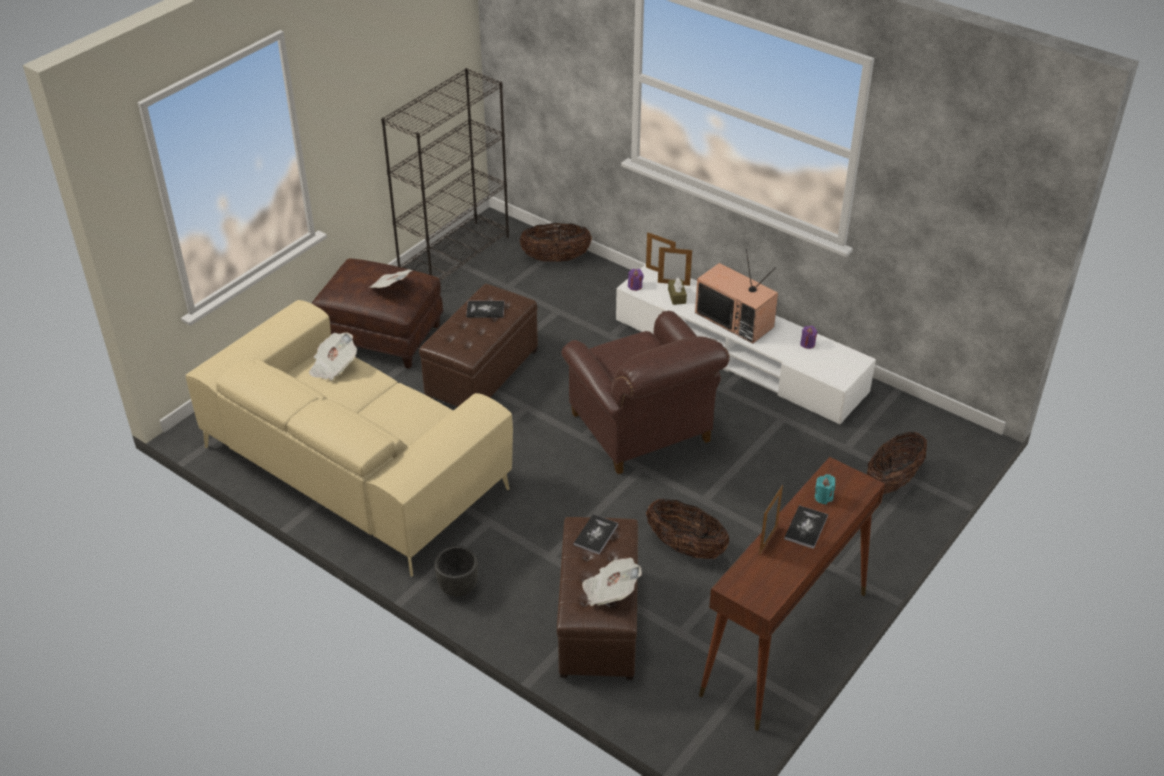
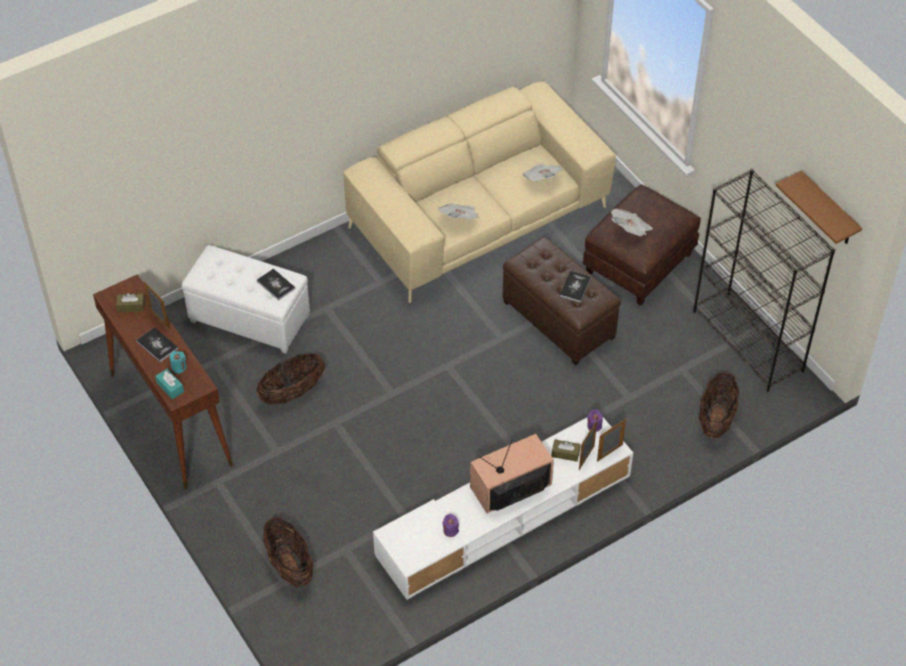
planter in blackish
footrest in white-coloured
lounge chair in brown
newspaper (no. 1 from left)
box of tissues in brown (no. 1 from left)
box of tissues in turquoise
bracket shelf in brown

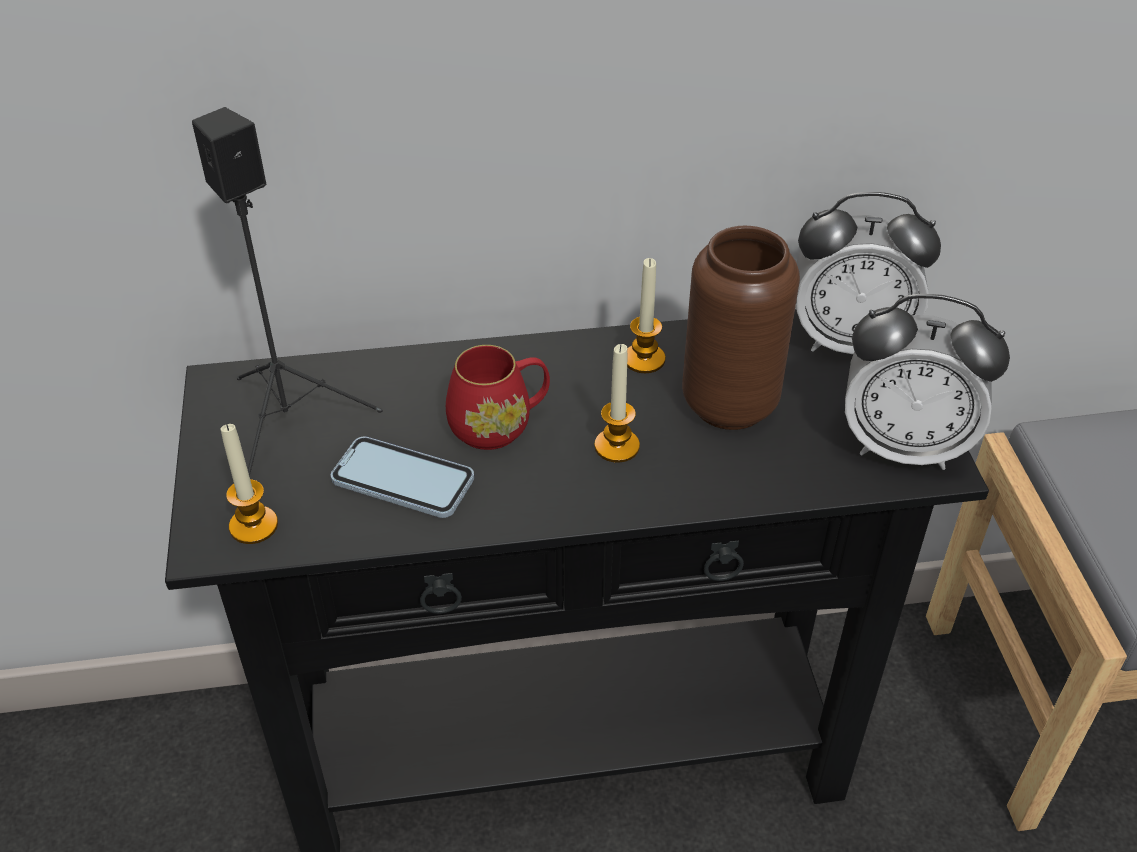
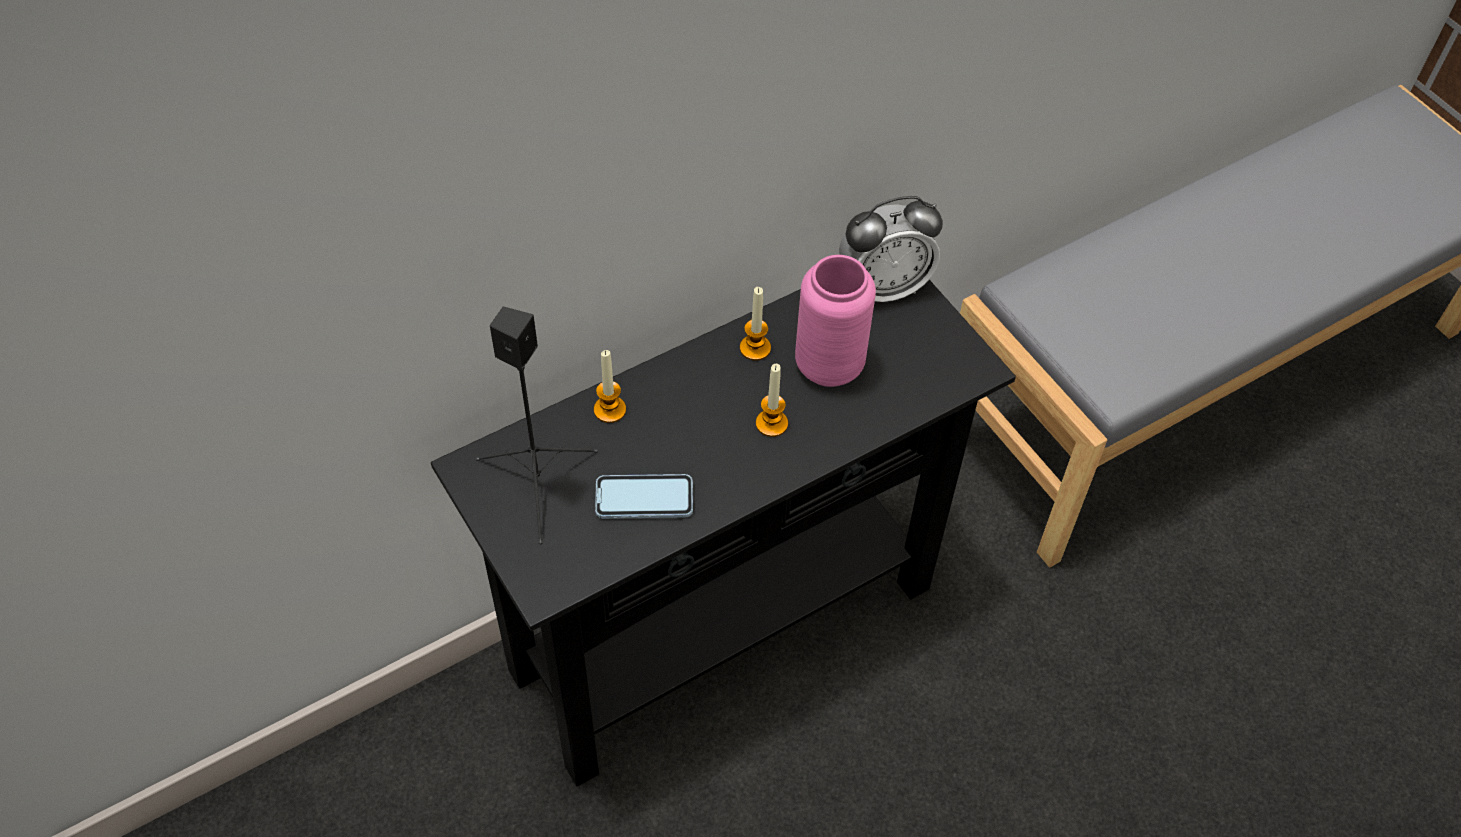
wax candle (no. 1 from left)
coffee mug in red
vase in pink-coloured
bedside clock (no. 2 from left in the first image)

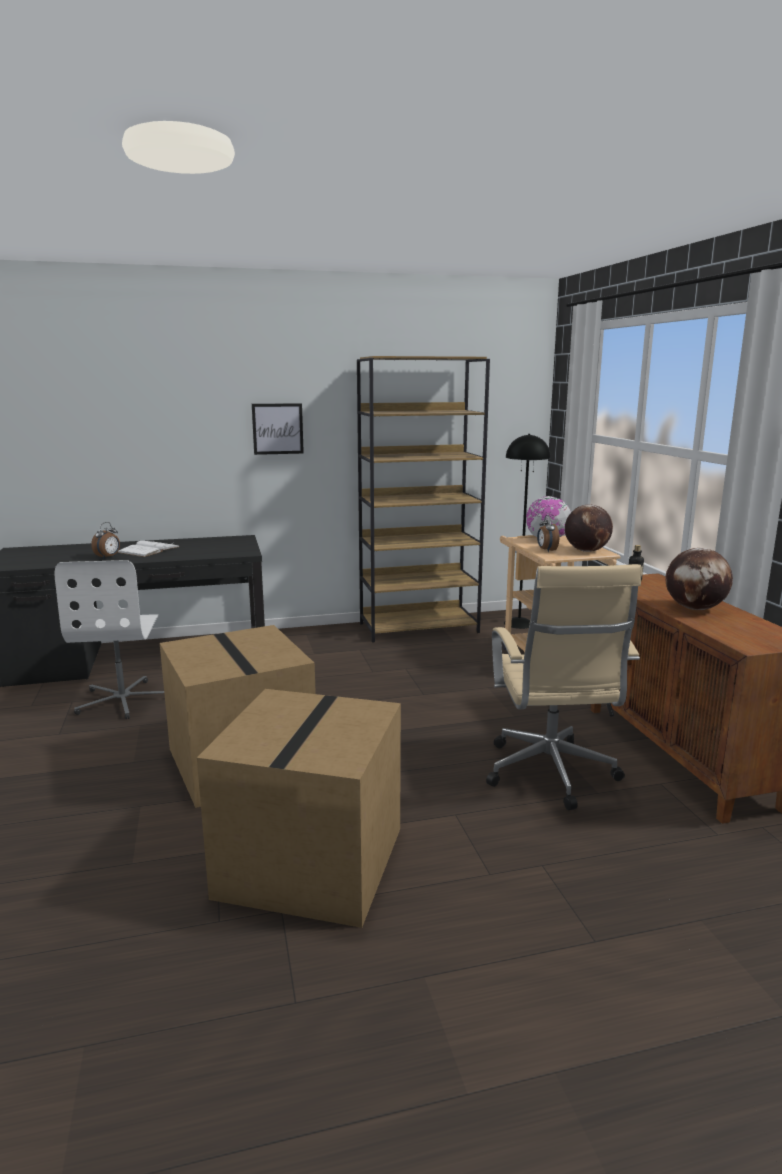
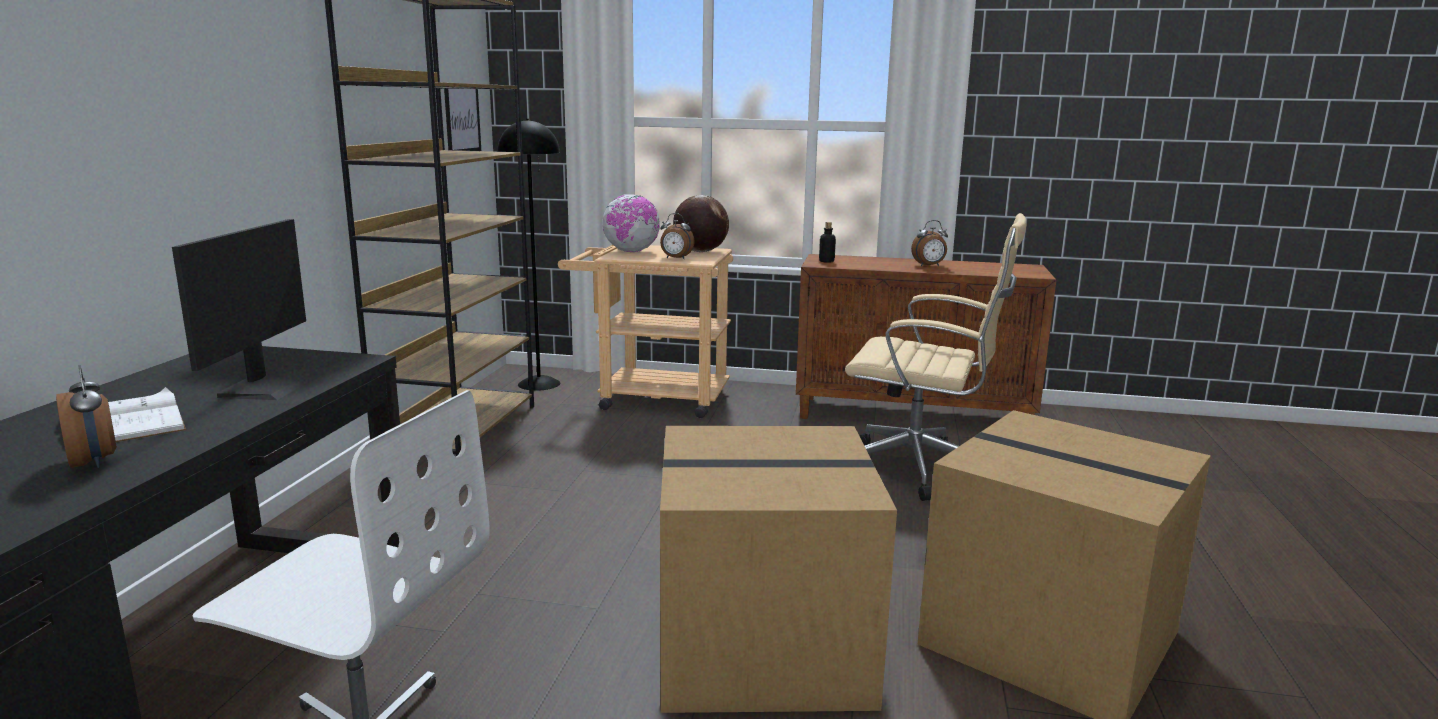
picture
bedside clock (no. 3 from left)
computer screen

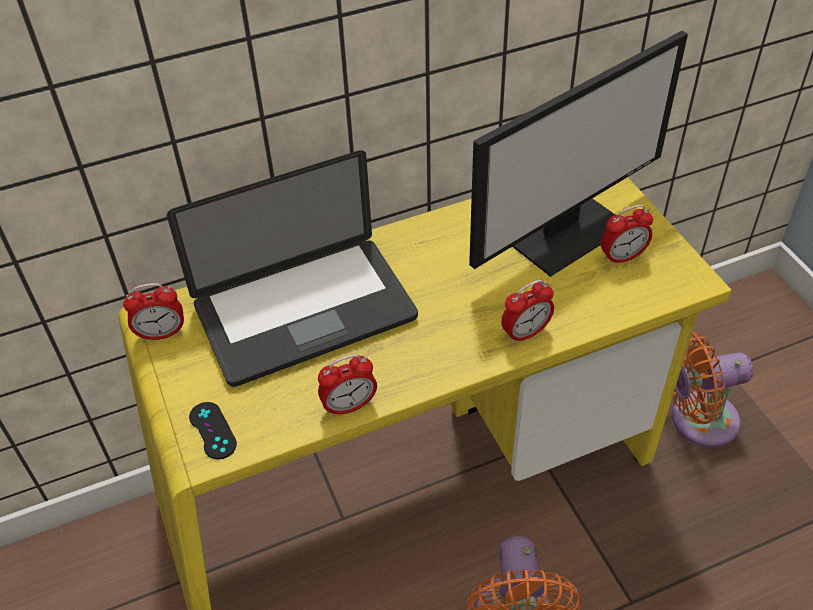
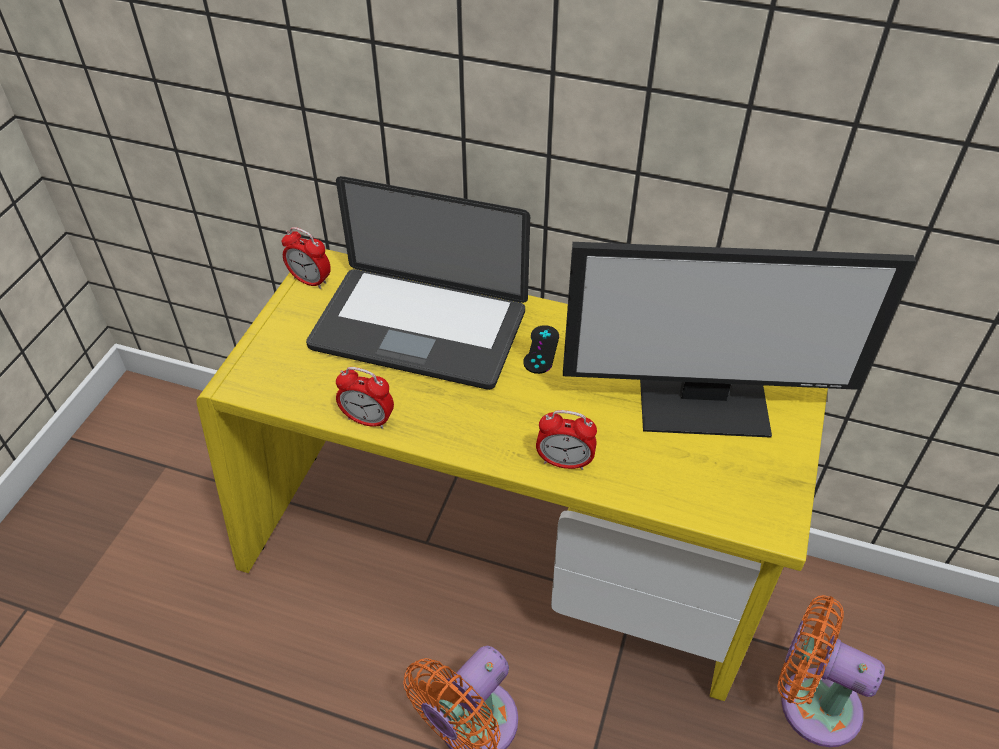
gamepad in blackish
bedside clock (no. 4 from left in the first image)

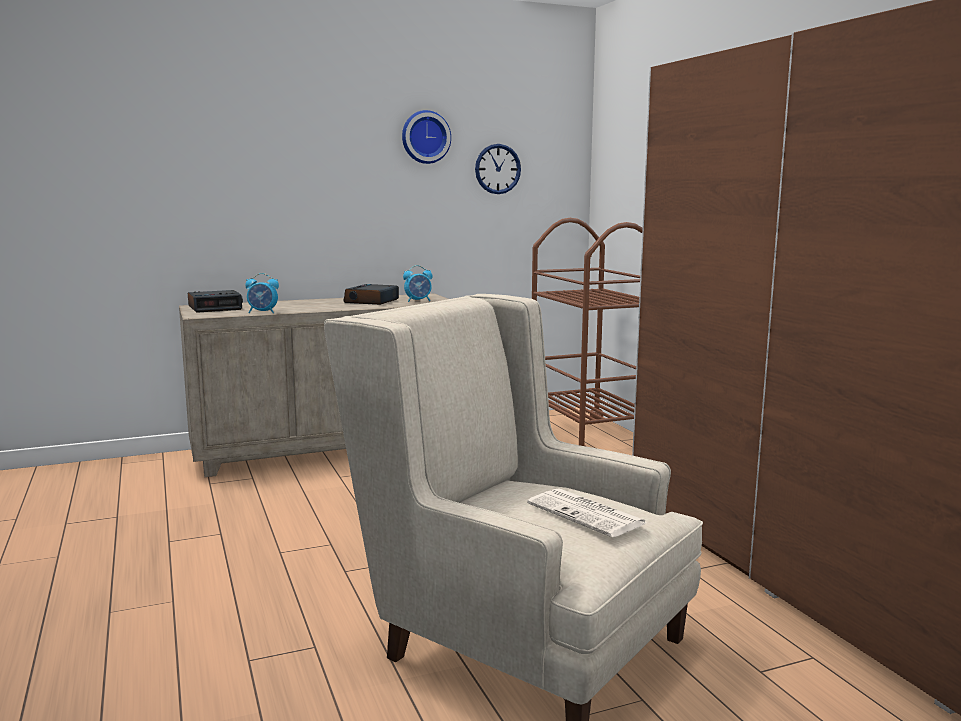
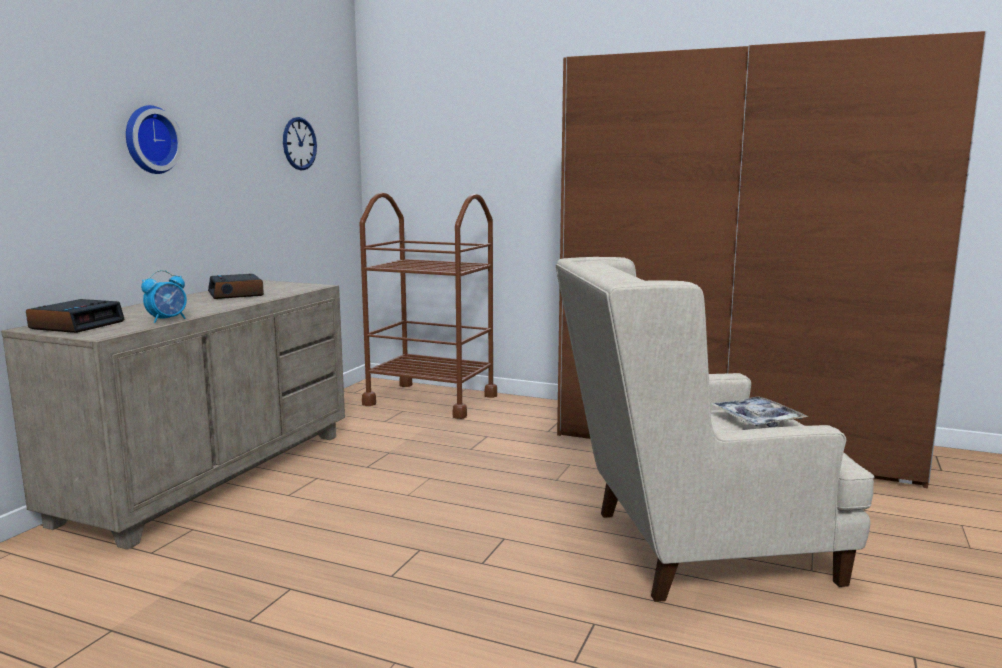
wall clock (no. 1 from left)
bedside clock (no. 4 from left in the first image)
carrying tray

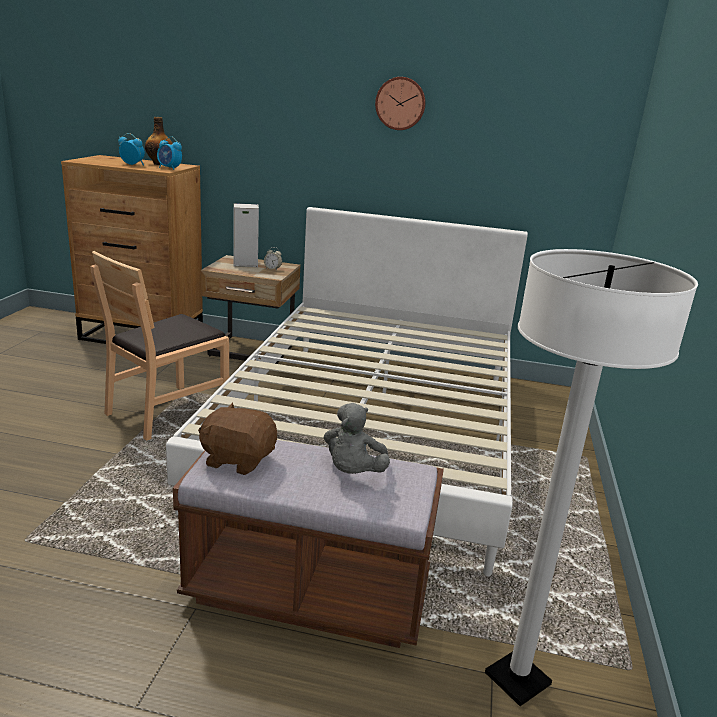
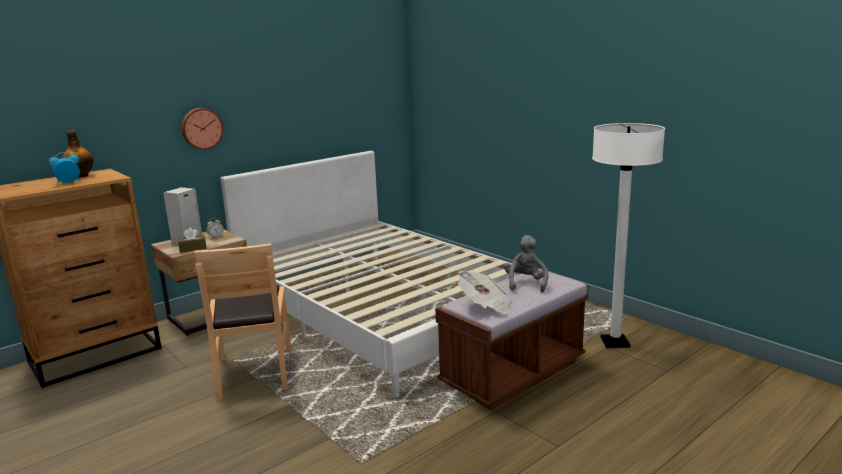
bedside clock (no. 2 from left in the first image)
newspaper
cuddly toy in gray
wall clock
box of tissues in brown

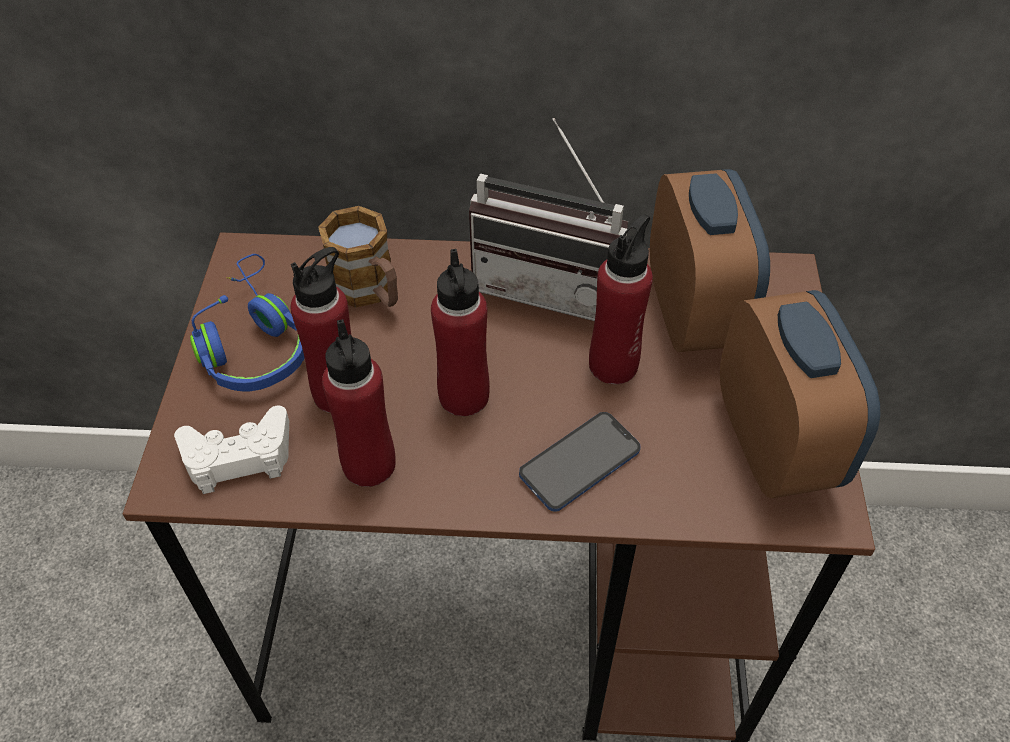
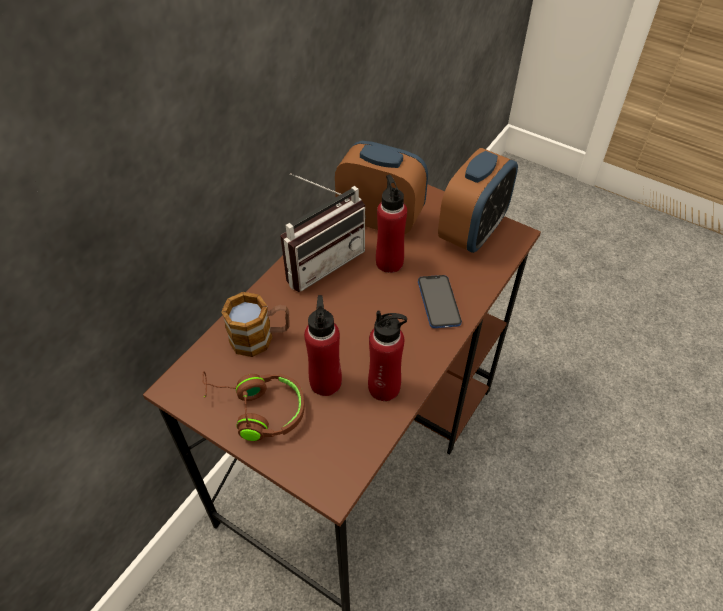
gamepad in white-coloured
headset in brown
bottle in red (no. 3 from left in the first image)
bedside clock (no. 2 from left)

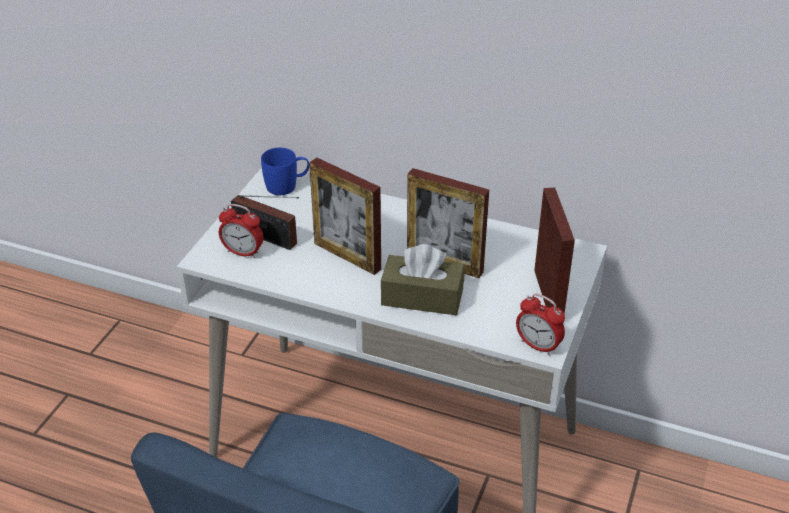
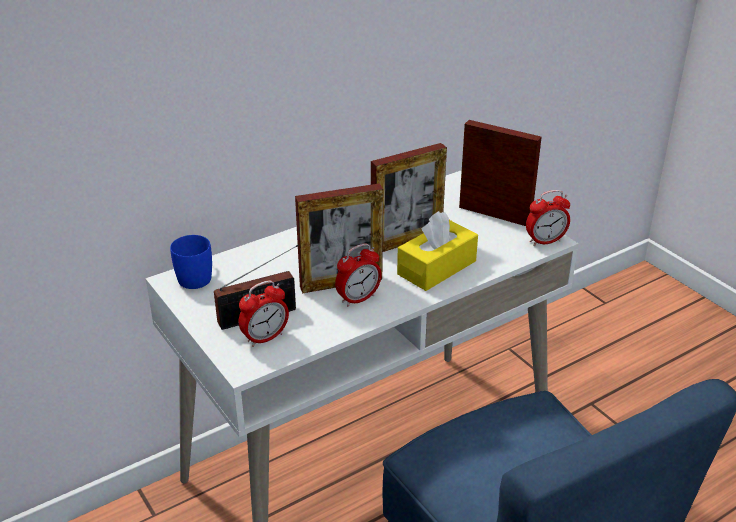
box of tissues in yellow
bedside clock (no. 2 from left)

